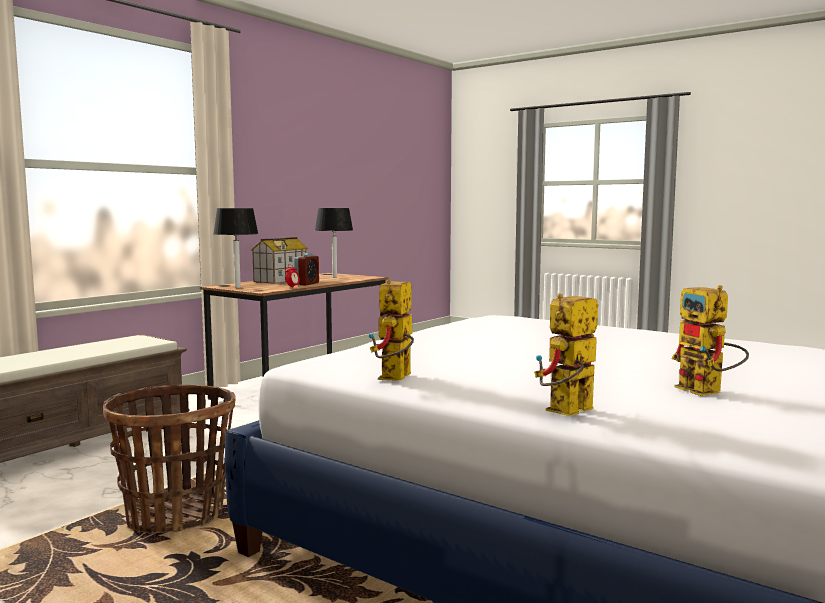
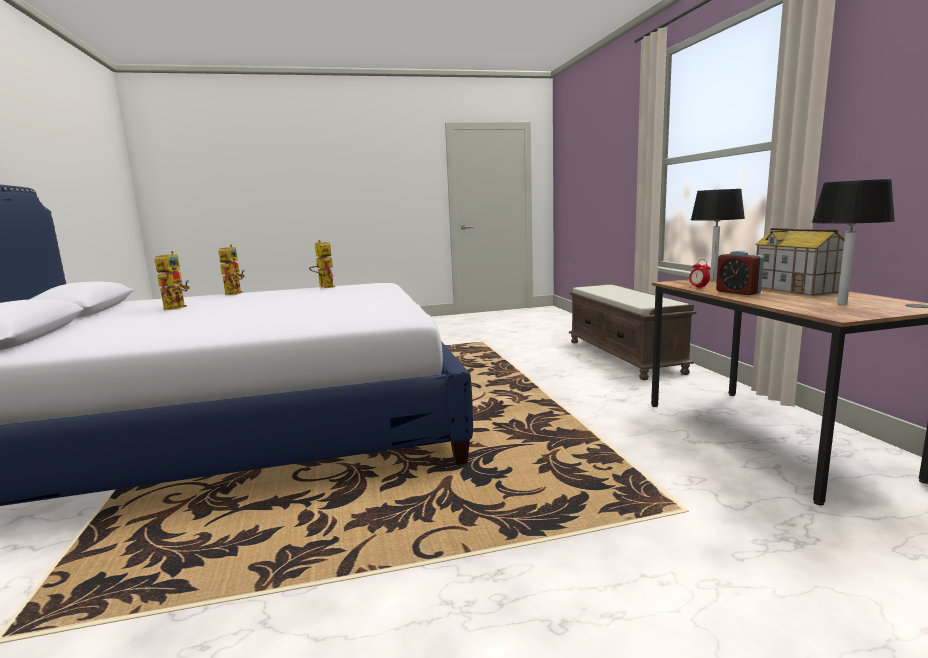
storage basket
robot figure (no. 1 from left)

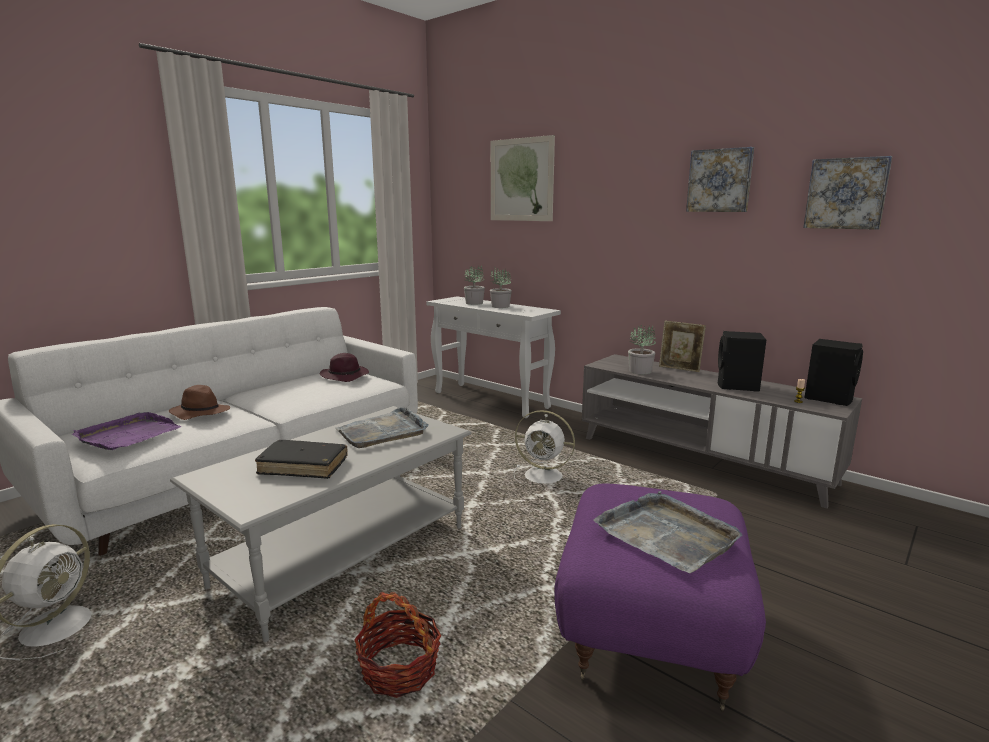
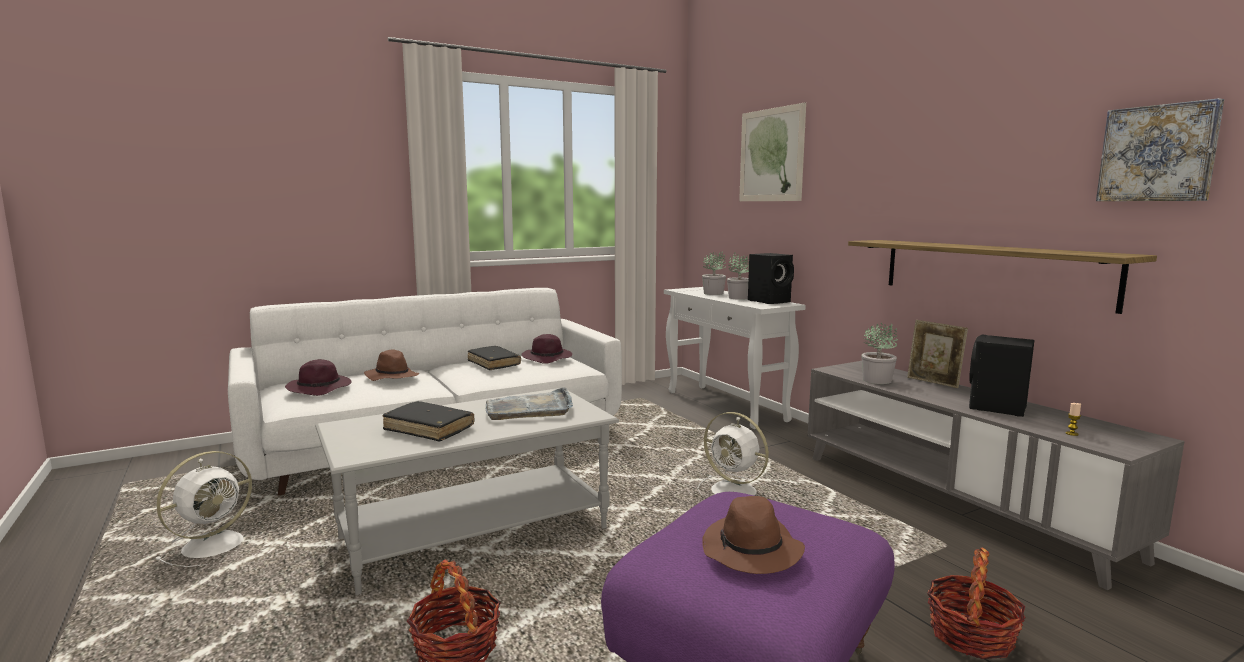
hat in purplish (no. 1 from left)
hat in brown (no. 2 from left)
picture (no. 2 from left in the first image)
speaker in blackish (no. 1 from left)
bound book in blackish (no. 2 from left)
bracket shelf
storage basket (no. 2 from left)

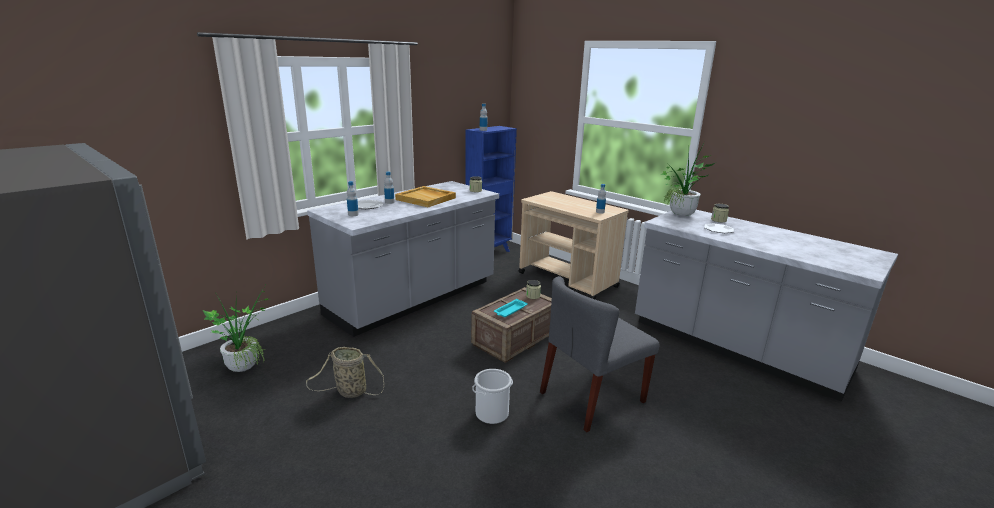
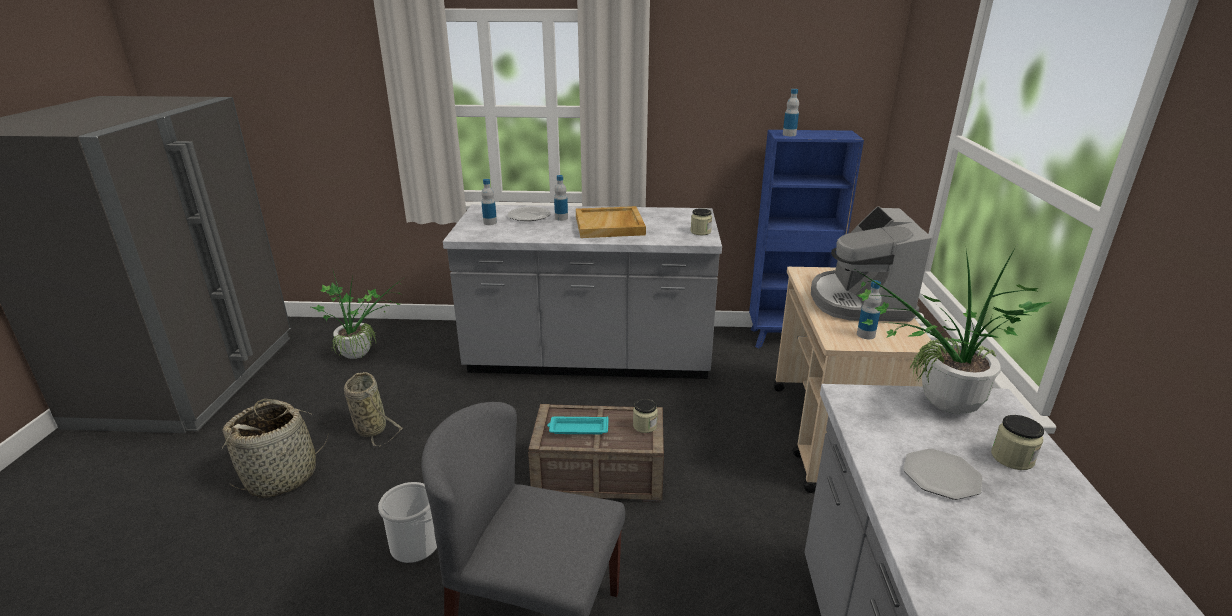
storage basket (no. 1 from left)
coffee brewer

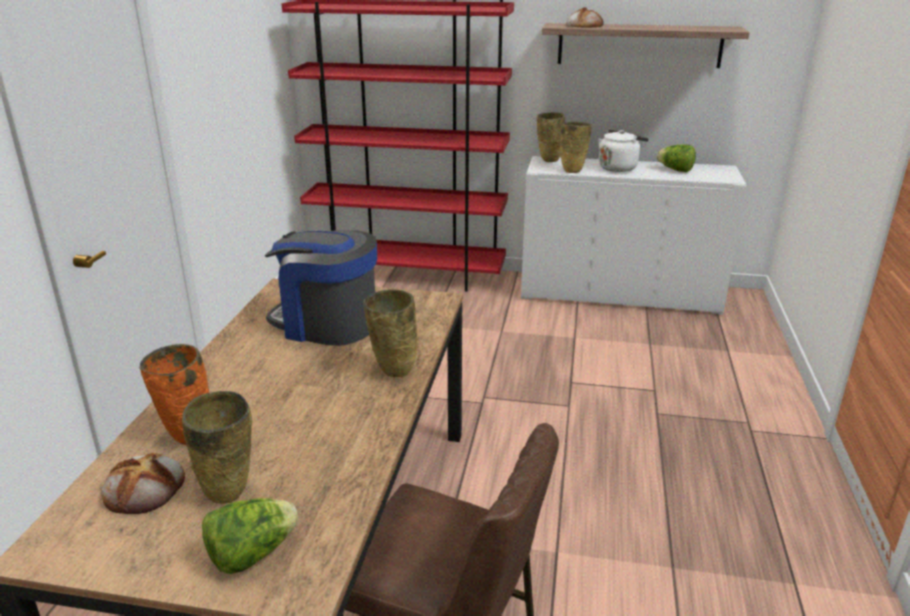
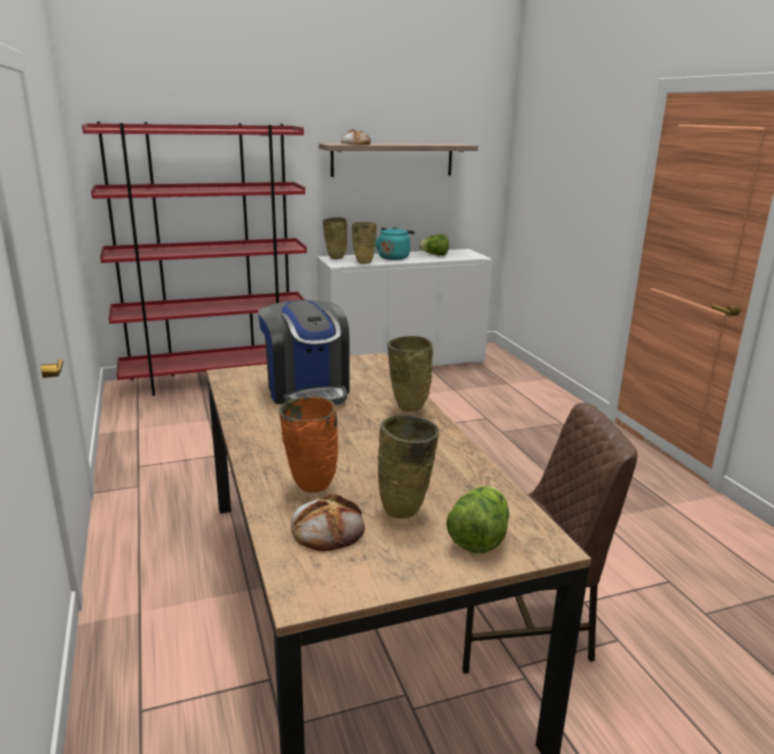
coffee brewer
tea kettle in turquoise

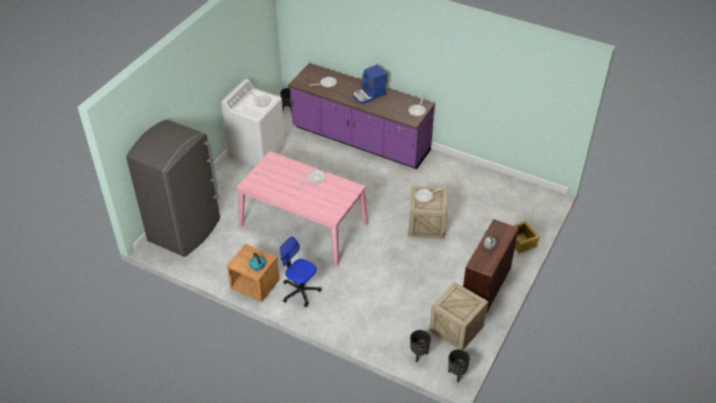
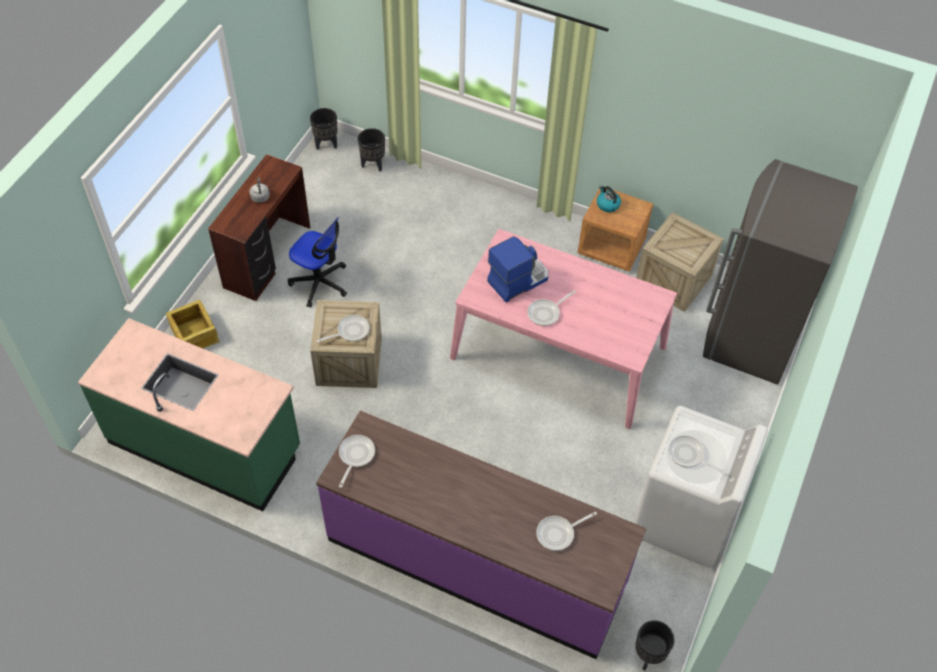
desk chair
coffee brewer
packing crate (no. 3 from left)
counter in greenish

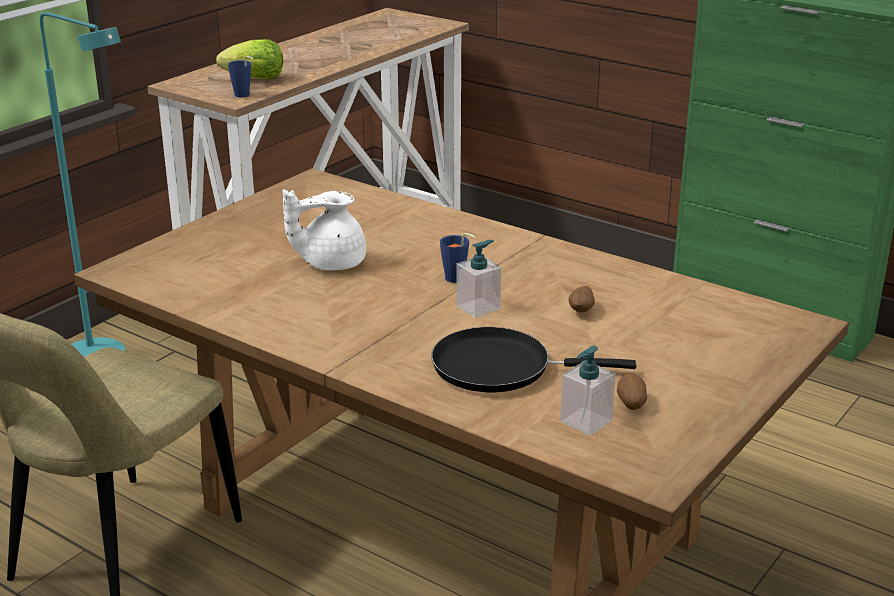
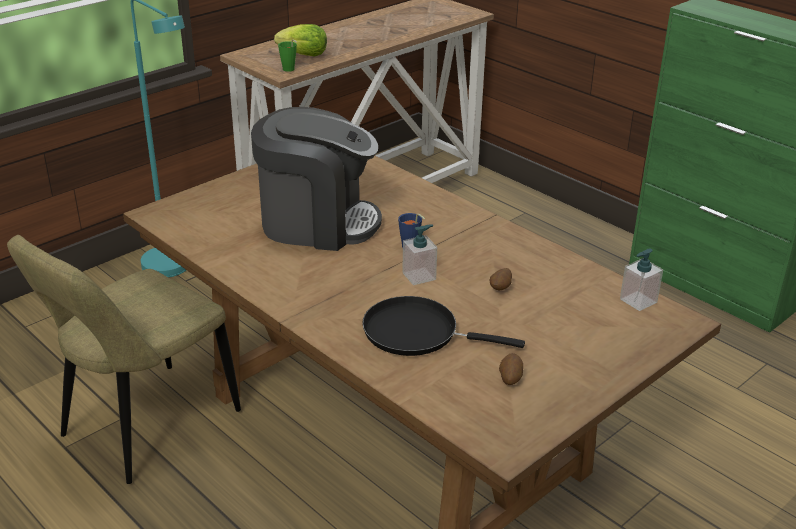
drinking cup in greenish
coffee brewer
soap dispenser (no. 2 from left)

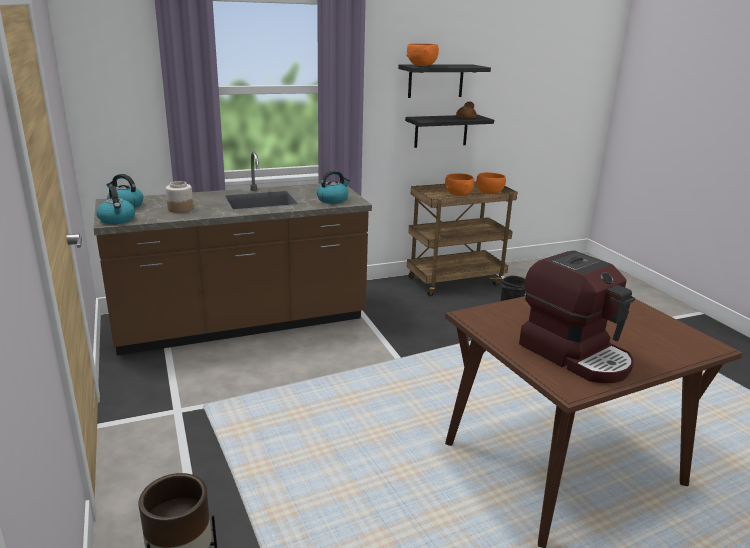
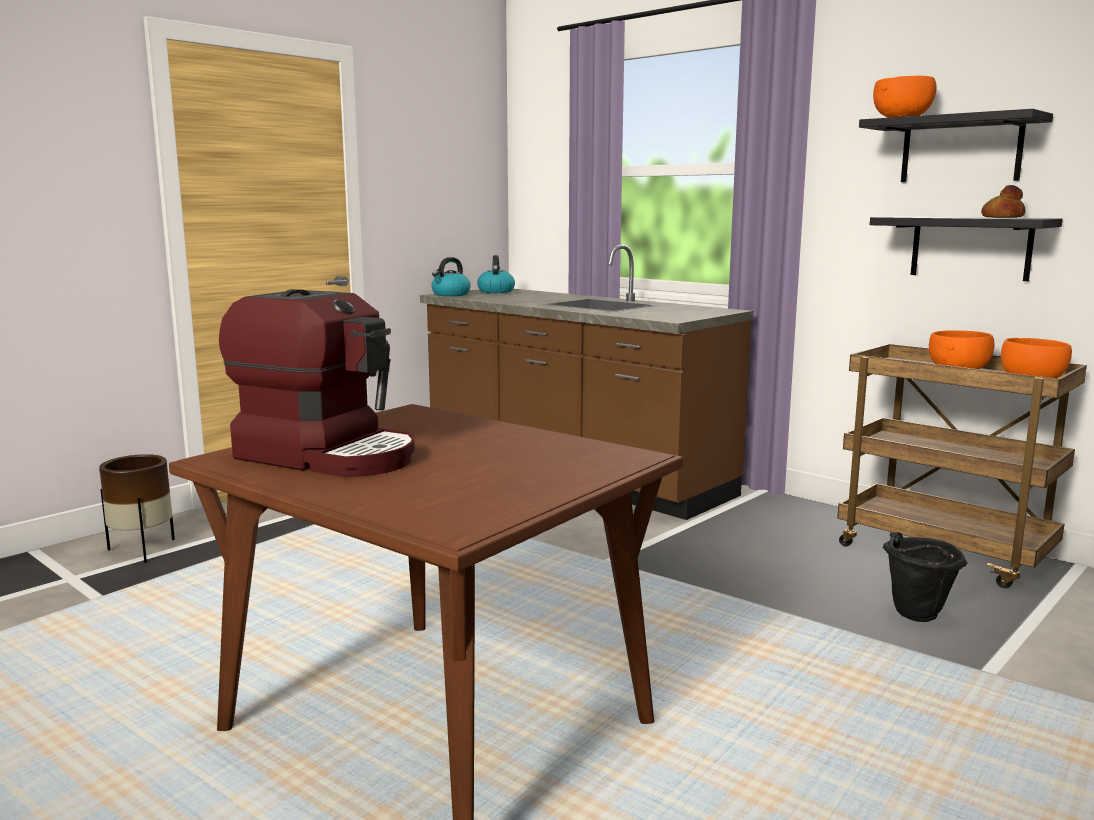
storage jar
tea kettle (no. 3 from left in the first image)
coffee brewer

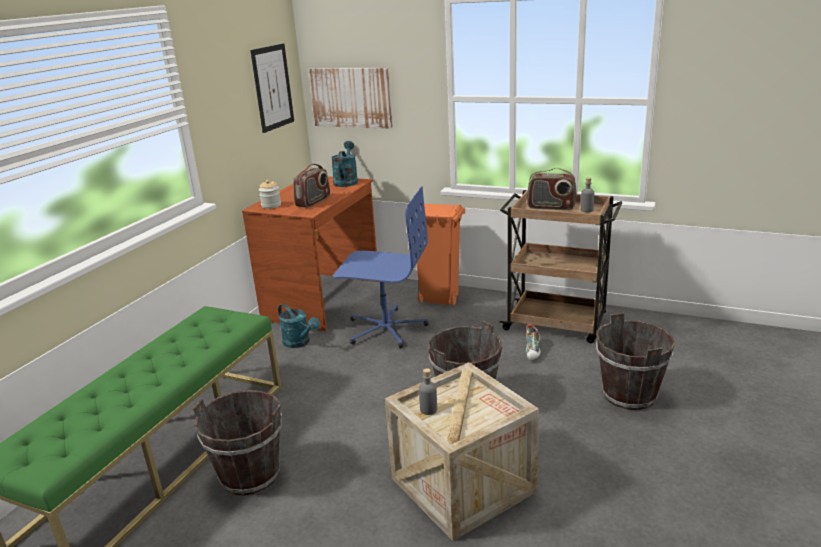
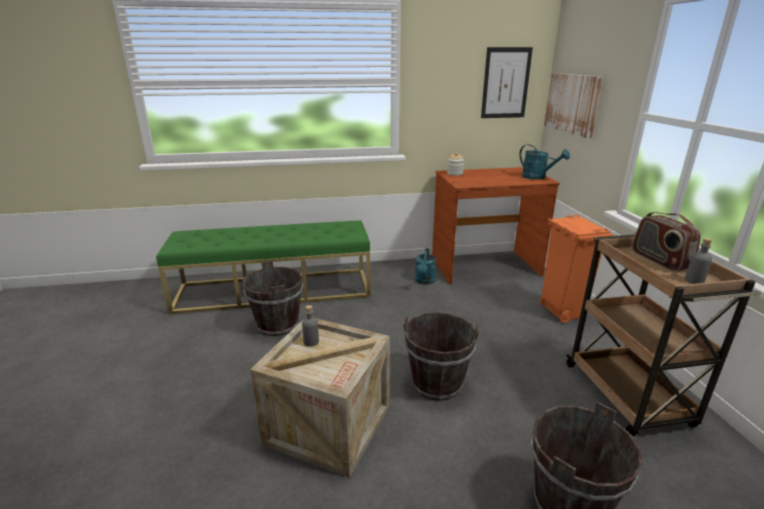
radio receiver (no. 1 from left in the first image)
sprinkling can in turquoise (no. 2 from left)
desk chair in blue
item of footwear

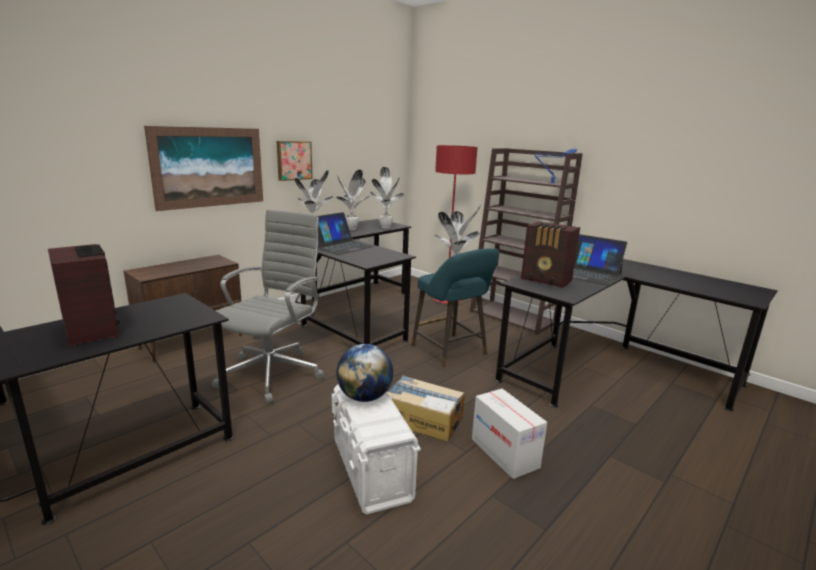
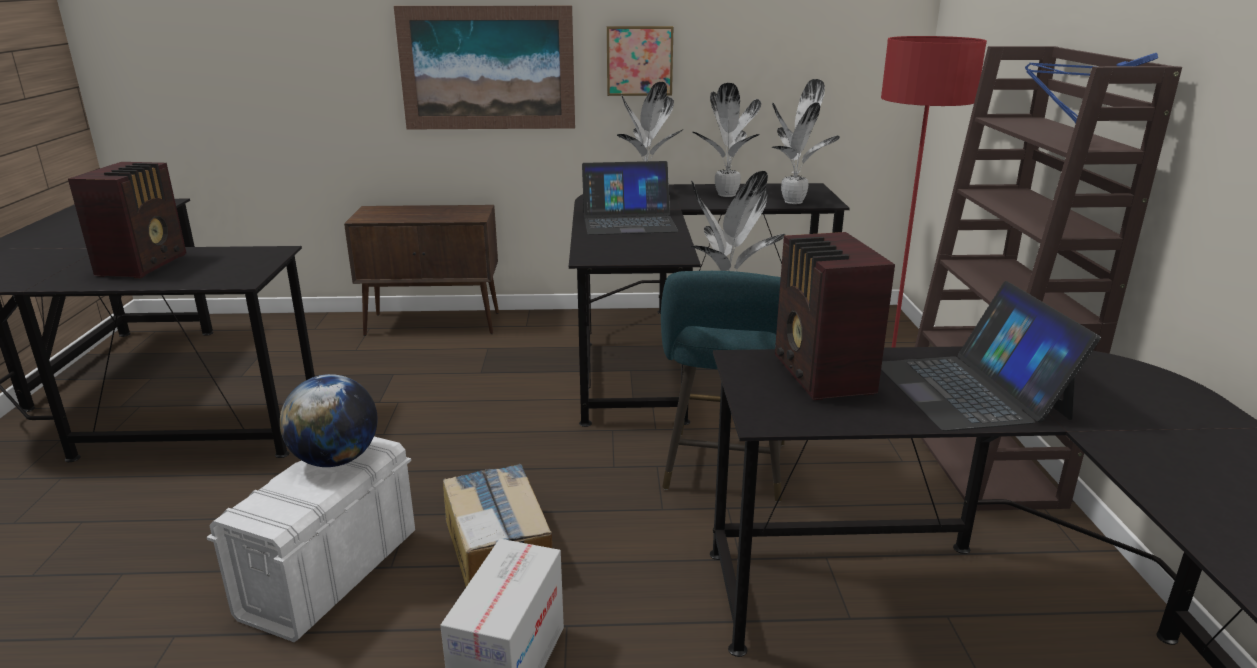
desk chair in gray

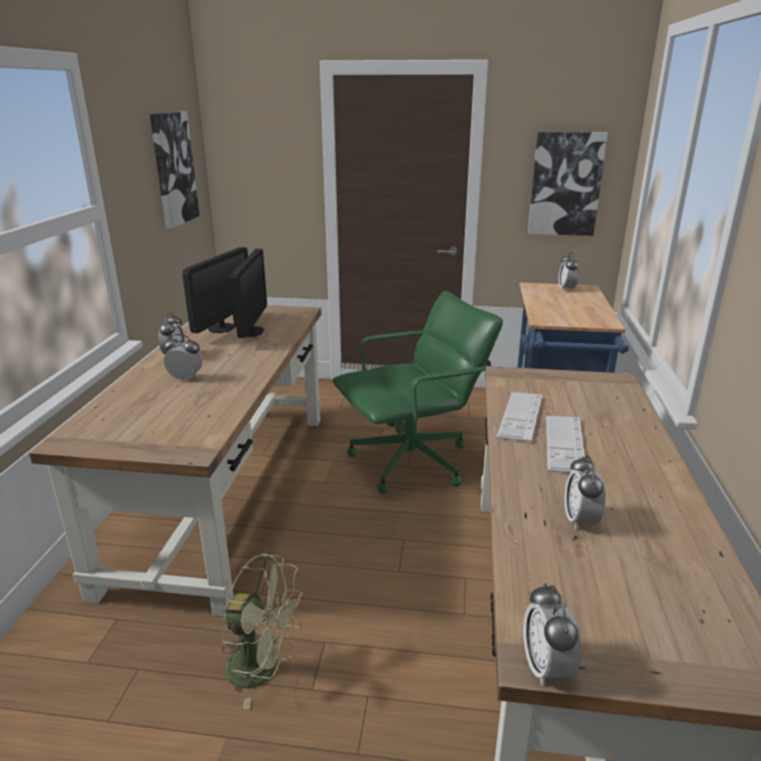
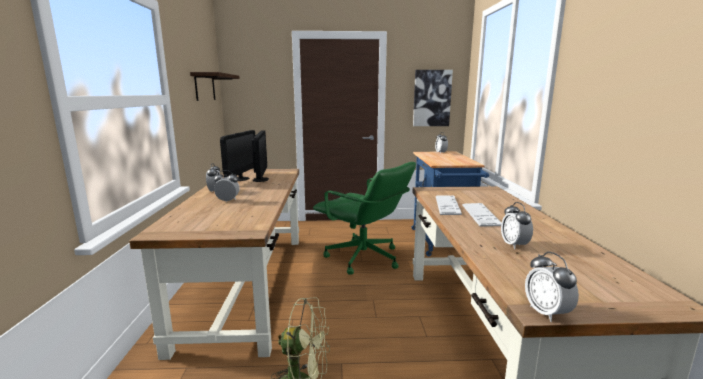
bracket shelf
desk chair in greenish

